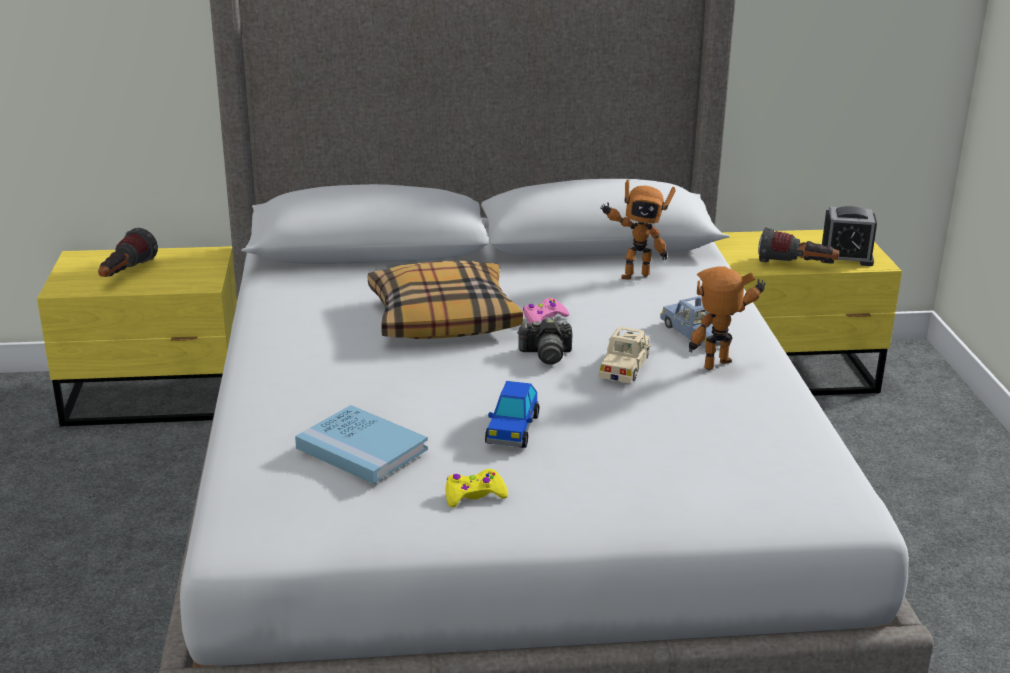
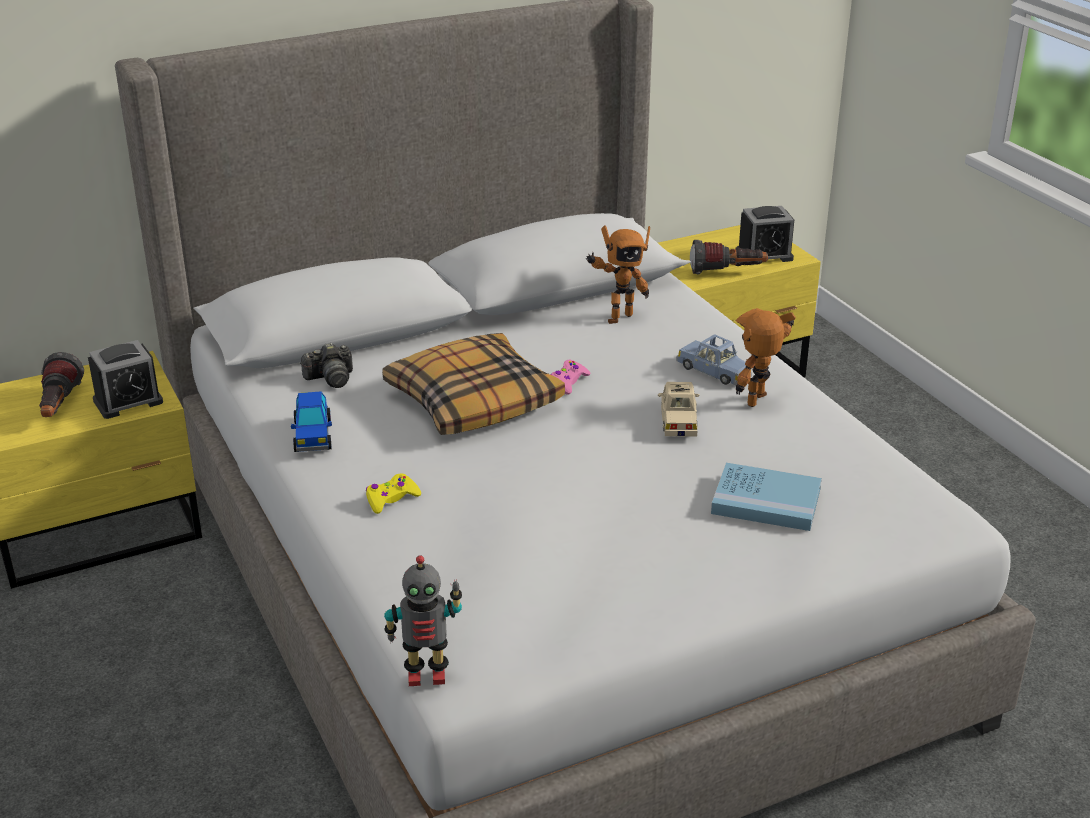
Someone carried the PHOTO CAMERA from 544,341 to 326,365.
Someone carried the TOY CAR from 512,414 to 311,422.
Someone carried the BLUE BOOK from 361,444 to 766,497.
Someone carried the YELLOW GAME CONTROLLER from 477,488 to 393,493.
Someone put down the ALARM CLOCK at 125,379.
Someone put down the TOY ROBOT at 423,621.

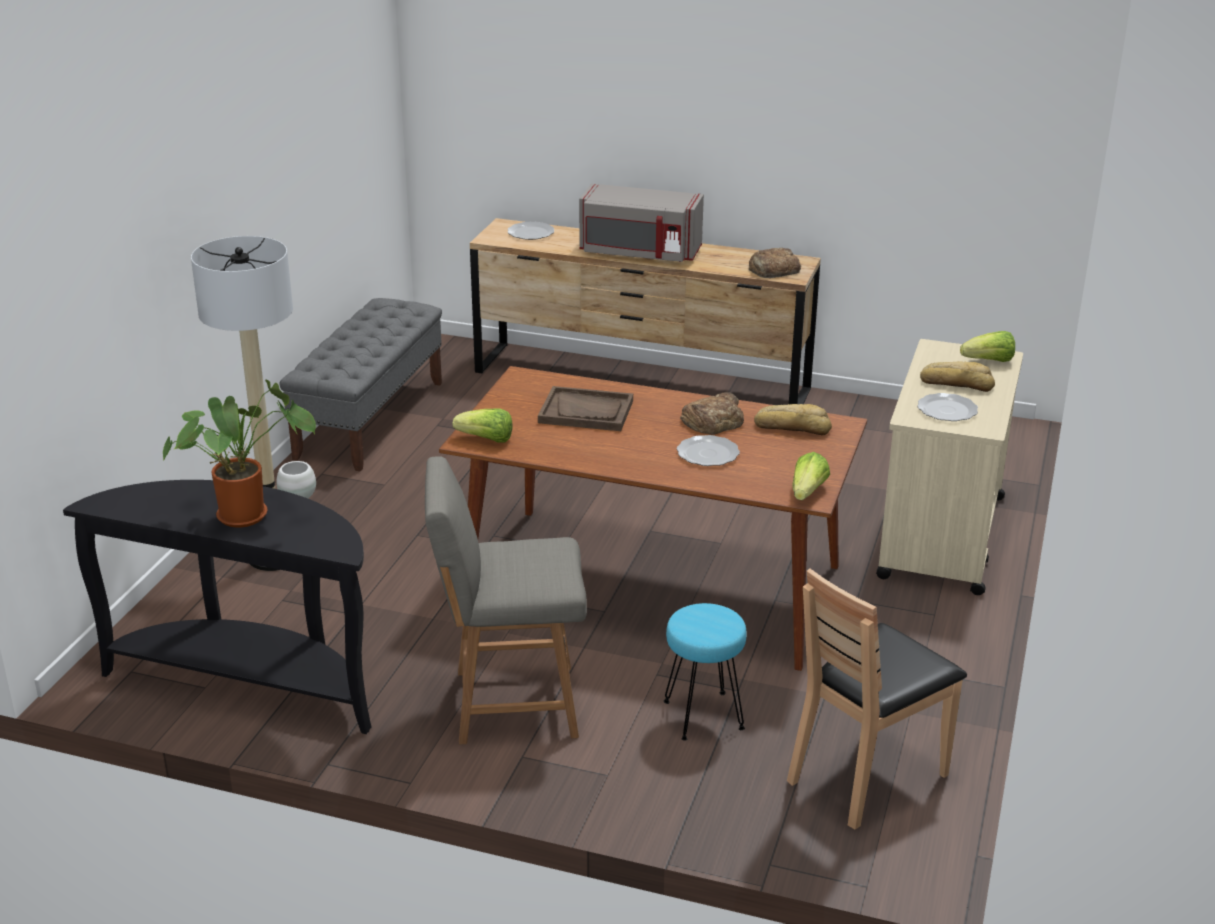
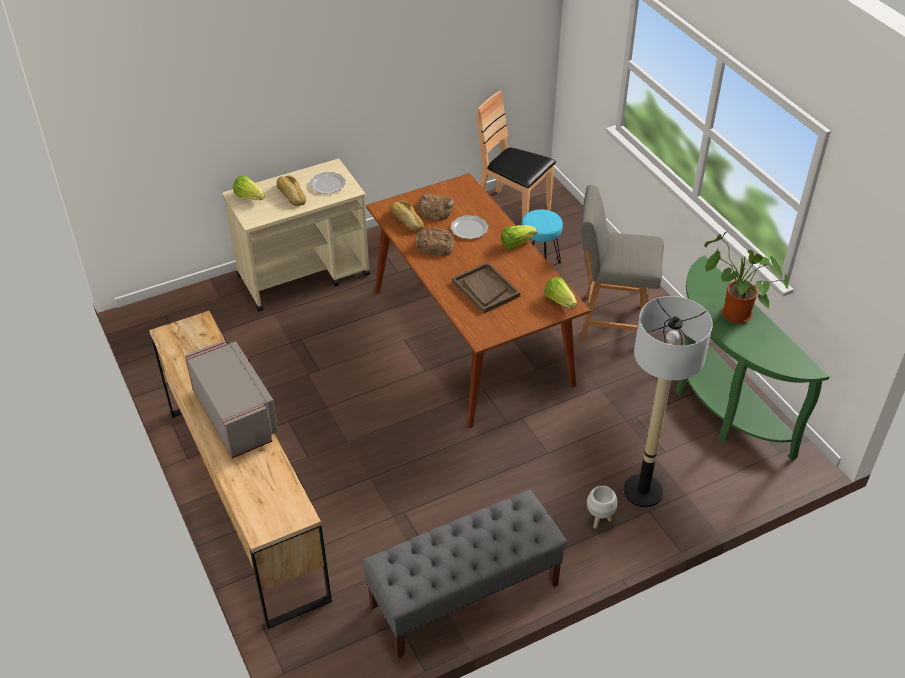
Someone took away the PLATE at 531,231.
Someone carried the BREAD from 775,263 to 435,207.
Someone carried the LETTUCE from 811,476 to 519,237.
Someone rotated the GREY CHAIR at 506,600 by 150 degrees clockwise.
Someone repainted the BLACK CONSOLE TABLE at 217,607, which became the GREEN CONSOLE TABLE at 753,357.
Someone rotated the BROWN CHAIR at 877,699 by 150 degrees counterclockwise.

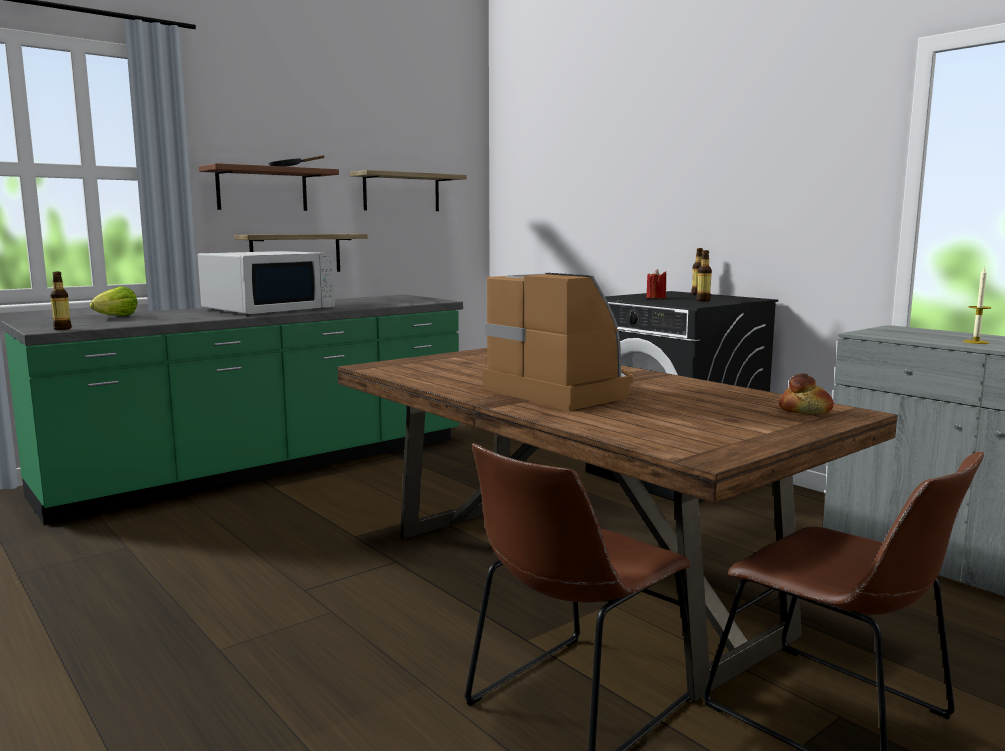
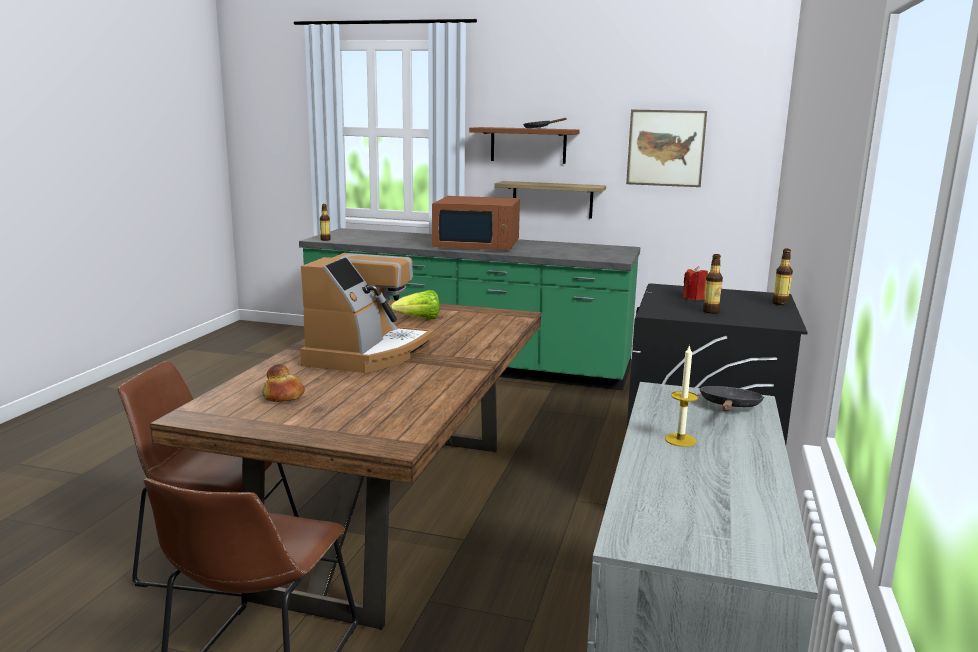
Someone swapped the SHELF at 408,190 for the PICTURE at 666,148.
Someone repainted the WHITE MICROWAVE at 266,283, which became the BROWN MICROWAVE at 476,223.
Someone carried the LETTUCE from 114,301 to 414,304.
Someone carried the BREAD from 806,393 to 283,383.
Someone put down the BLACK FRYING PAN at 731,398.

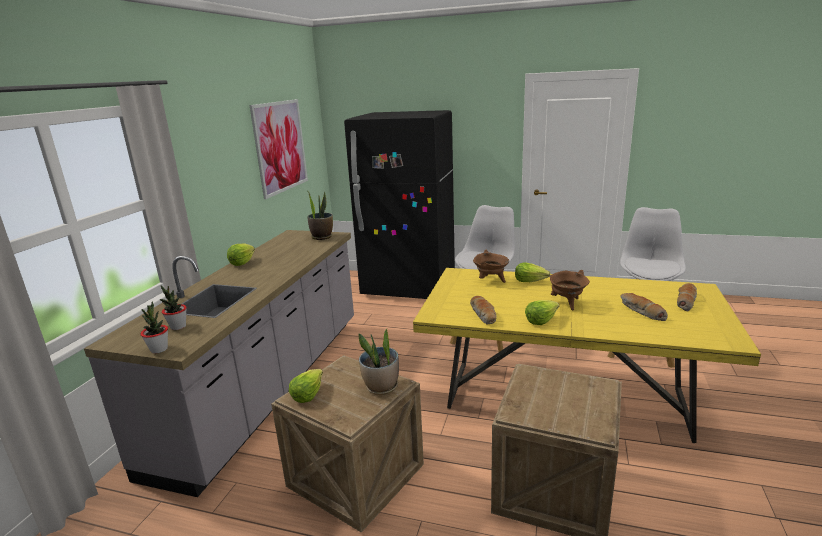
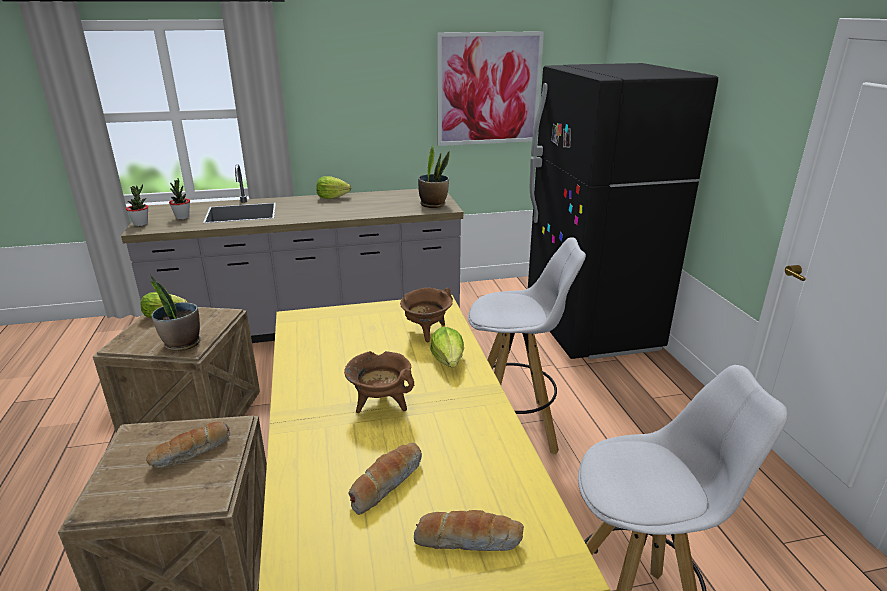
Someone carried the BREAD from 483,310 to 188,444.
Someone took away the LETTUCE at 542,312.

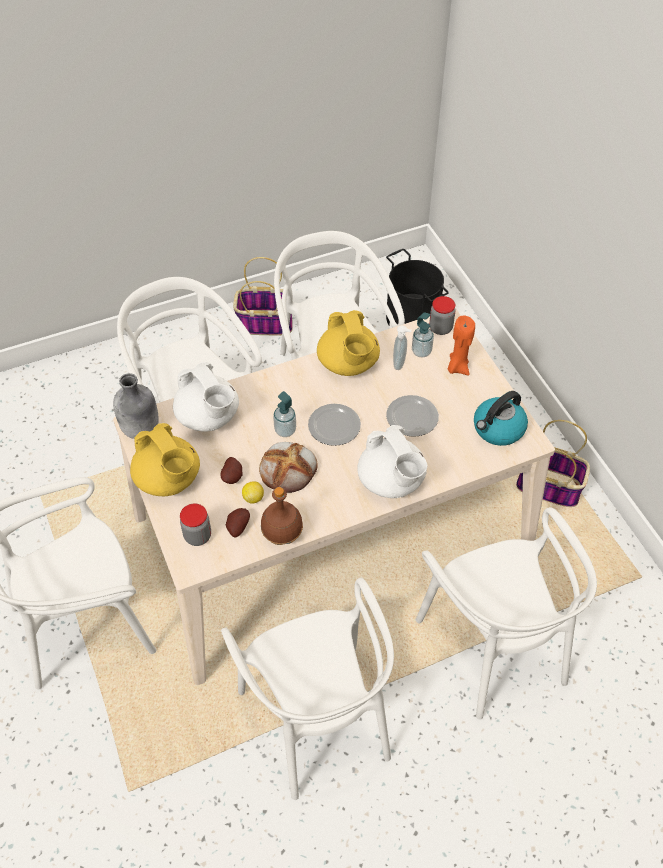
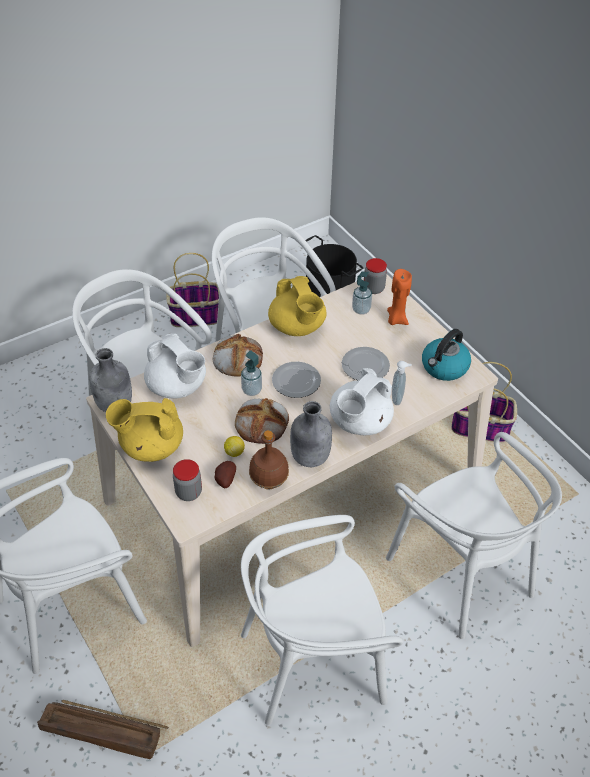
Someone carried the SOAP DISPENSER from 402,347 to 402,383.
Someone rotated the YELLOW TEAPOT at 165,459 by 135 degrees clockwise.
Someone rotated the WHITE TEAPOT at 392,461 by 75 degrees clockwise.
Someone took away the POTATO at 231,470.
Someone rotated the WHITE CHAIR at 307,689 by 105 degrees clockwise.
Someone put down the BREAD at 238,355.
Someone put down the GREY BOTTLE at 311,434.
Someone put down the CRATE at 103,729.

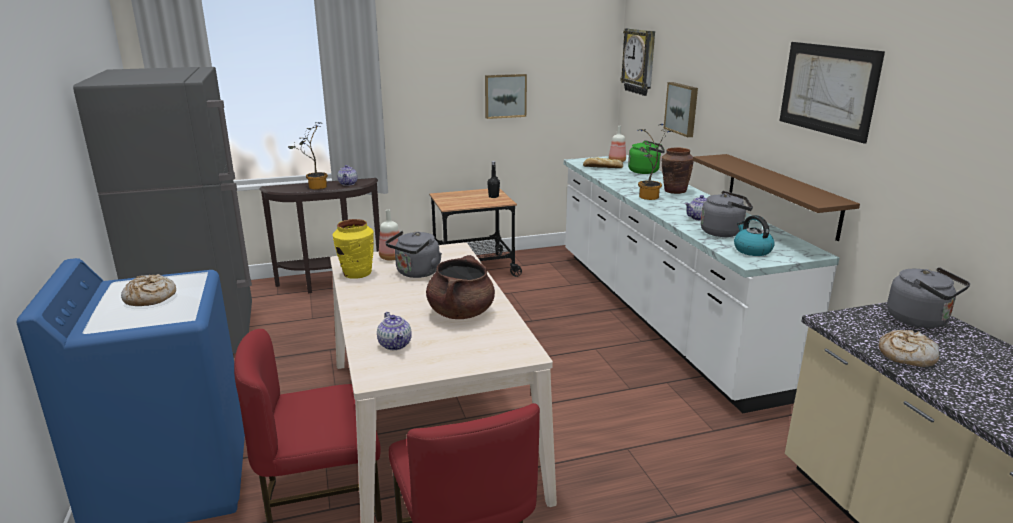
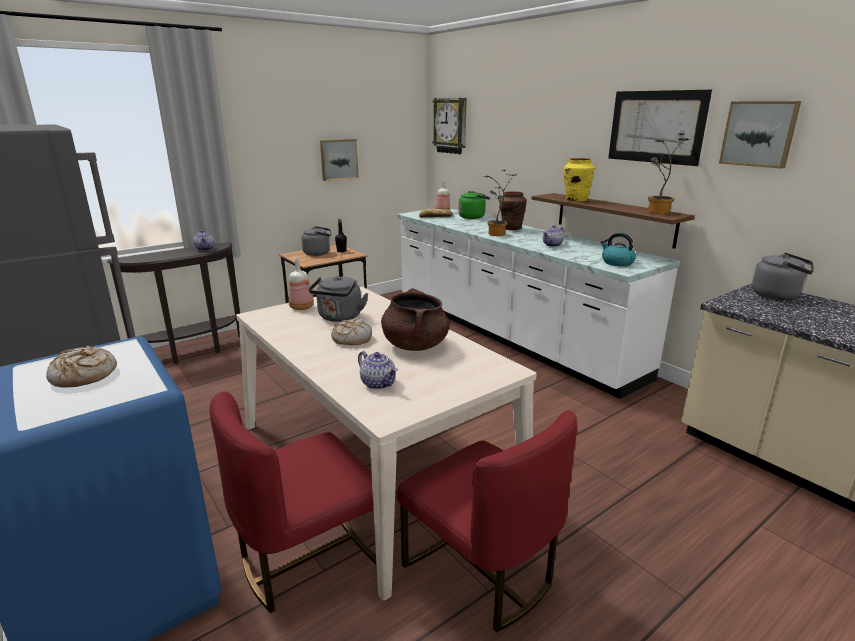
Someone carried the PICTURE from 681,109 to 760,135.
Someone carried the POTTED PLANT from 308,156 to 668,173.
Someone carried the GREY KETTLE from 727,214 to 316,241.
Someone carried the YELLOW VASE from 353,249 to 579,180.
Someone carried the BREAD from 909,348 to 351,332.

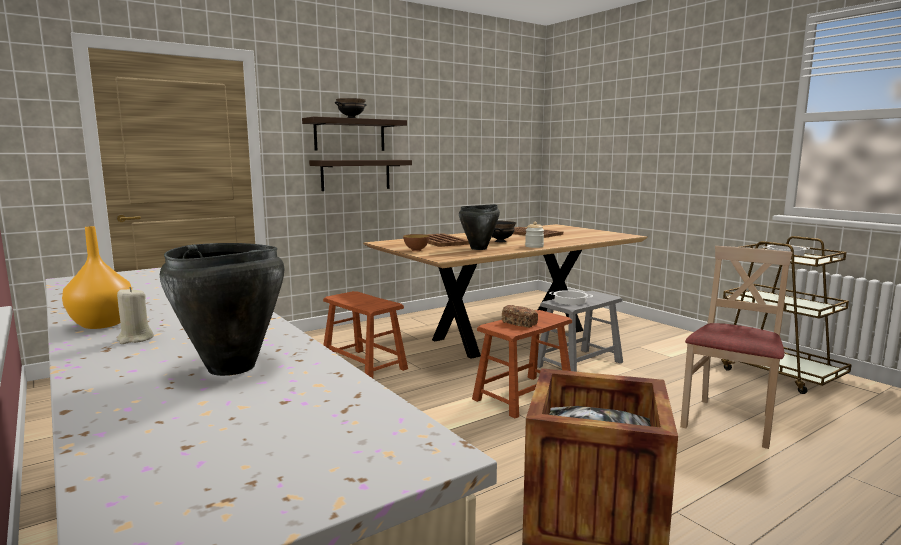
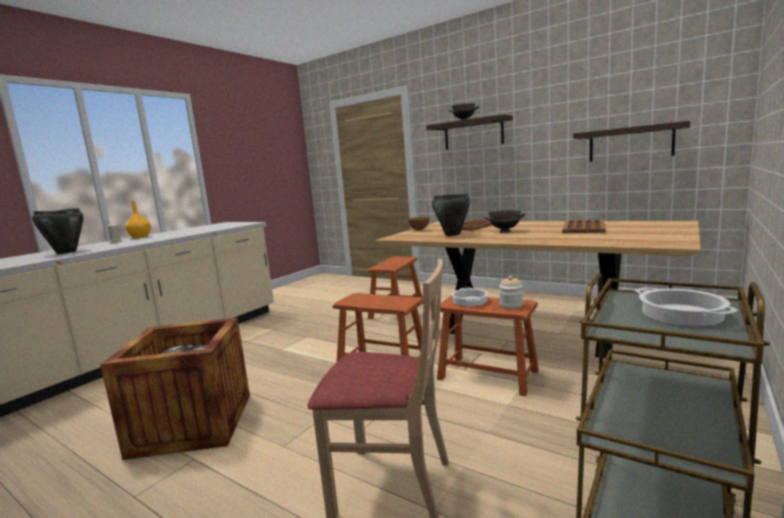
Someone carried the SHELF from 360,175 to 631,141.
Someone carried the JAR from 534,235 to 511,292.
Someone repainted the GREY STOOL at 580,331, which became the BROWN STOOL at 488,346.
Someone took away the BREAD at 520,316.

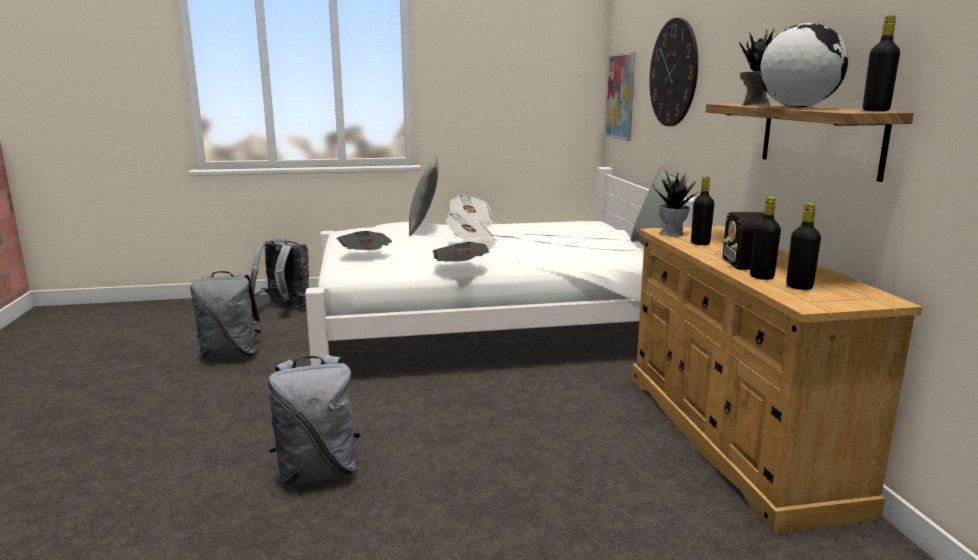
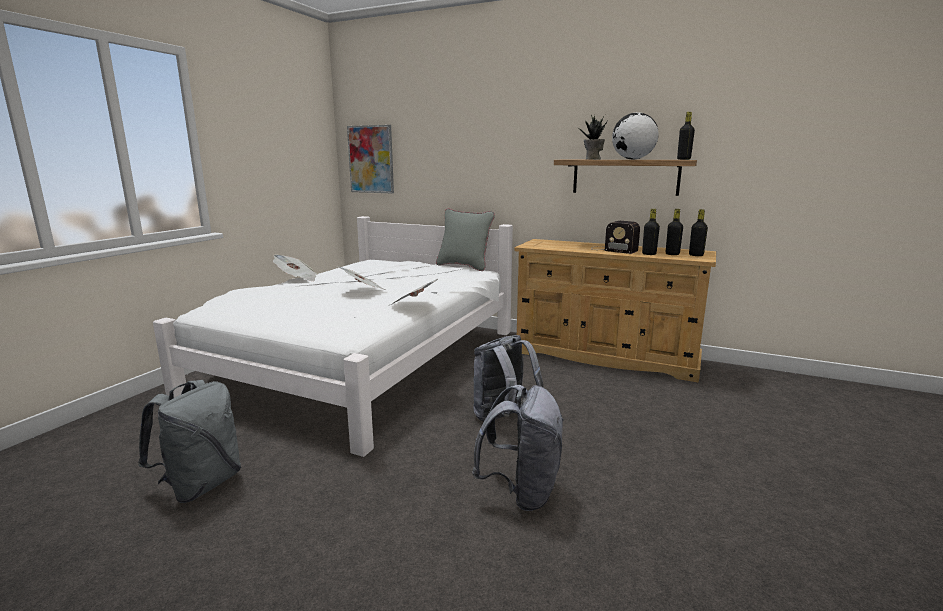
Someone took away the WALL CLOCK at 674,72.
Someone took away the GREY PILLOW at 423,196.
Someone took away the POTTED PLANT at 675,204.
Someone carried the BLACK BOTTLE from 702,211 to 698,232.
Someone took away the NEWSPAPER at 364,240.
Someone carried the GREY BACKPACK from 279,274 to 508,378.

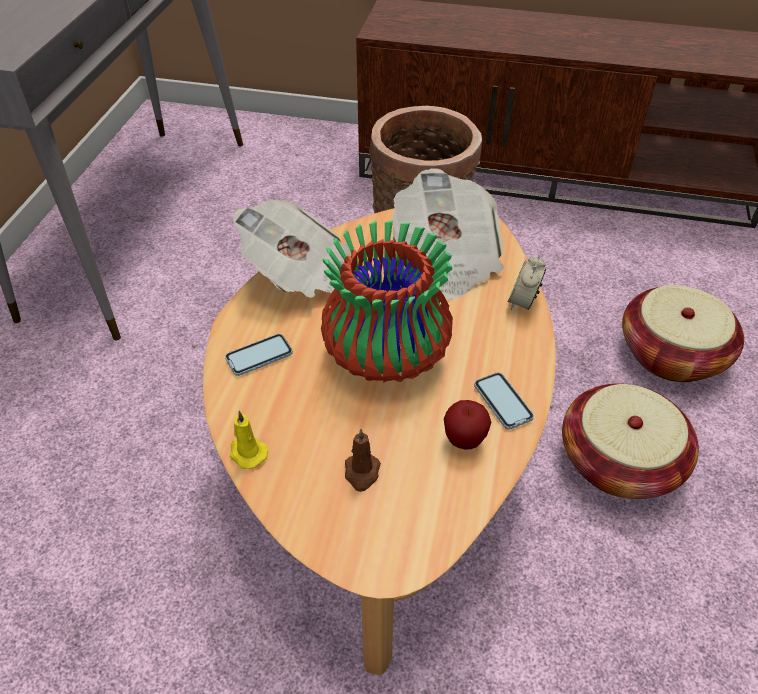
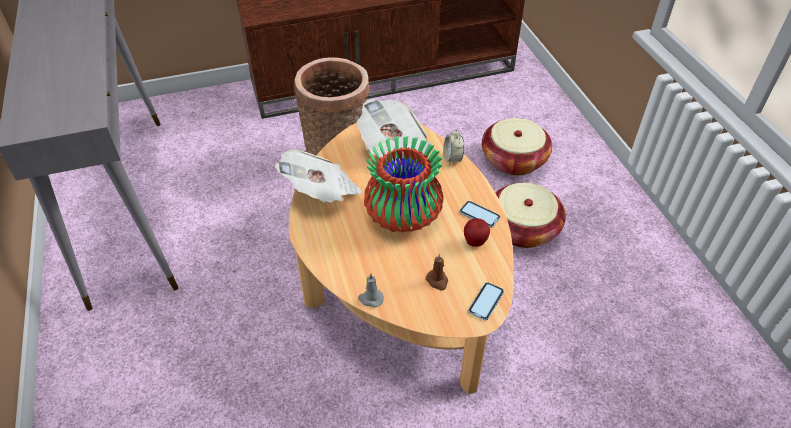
Someone carried the PHONE from 259,355 to 486,301.
Someone repainted the YELLOW CANDLE at 249,440, which became the GREY CANDLE at 371,290.

